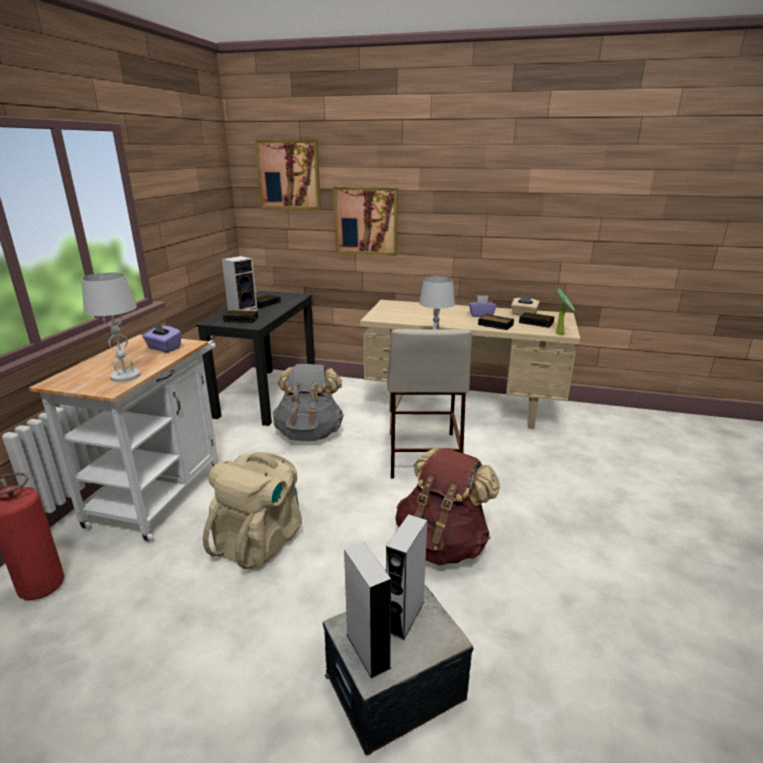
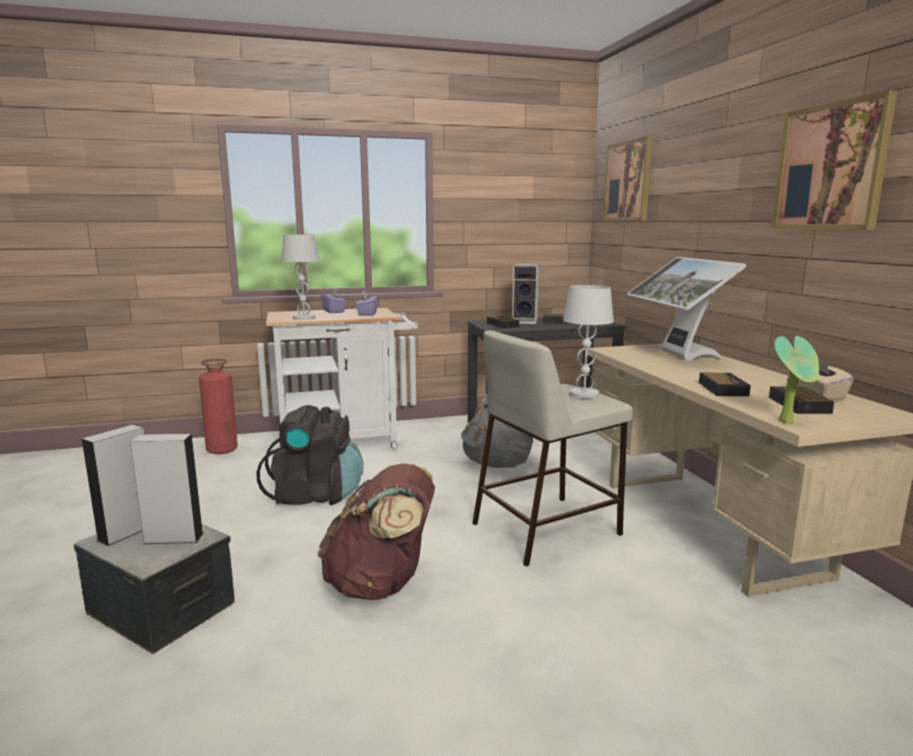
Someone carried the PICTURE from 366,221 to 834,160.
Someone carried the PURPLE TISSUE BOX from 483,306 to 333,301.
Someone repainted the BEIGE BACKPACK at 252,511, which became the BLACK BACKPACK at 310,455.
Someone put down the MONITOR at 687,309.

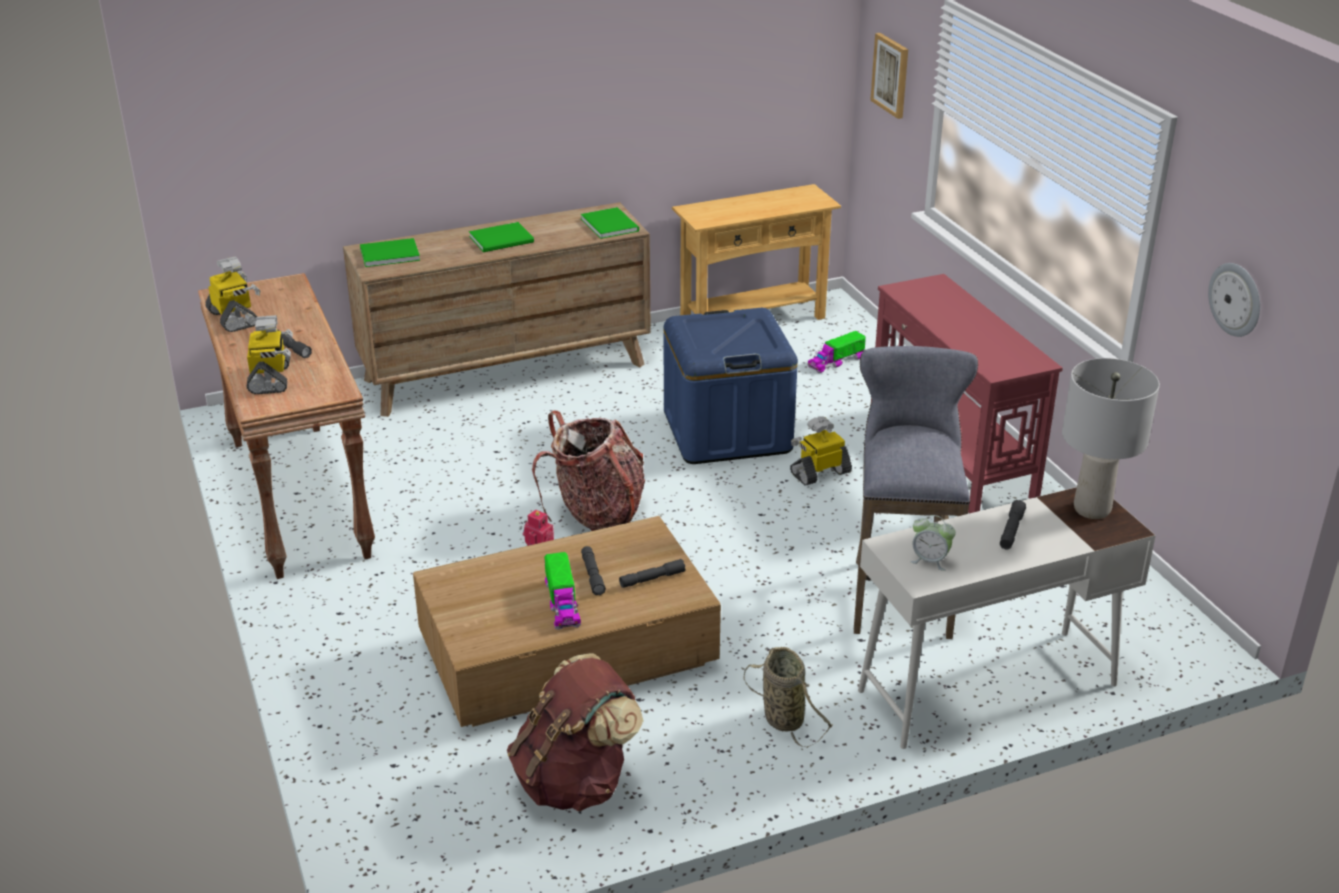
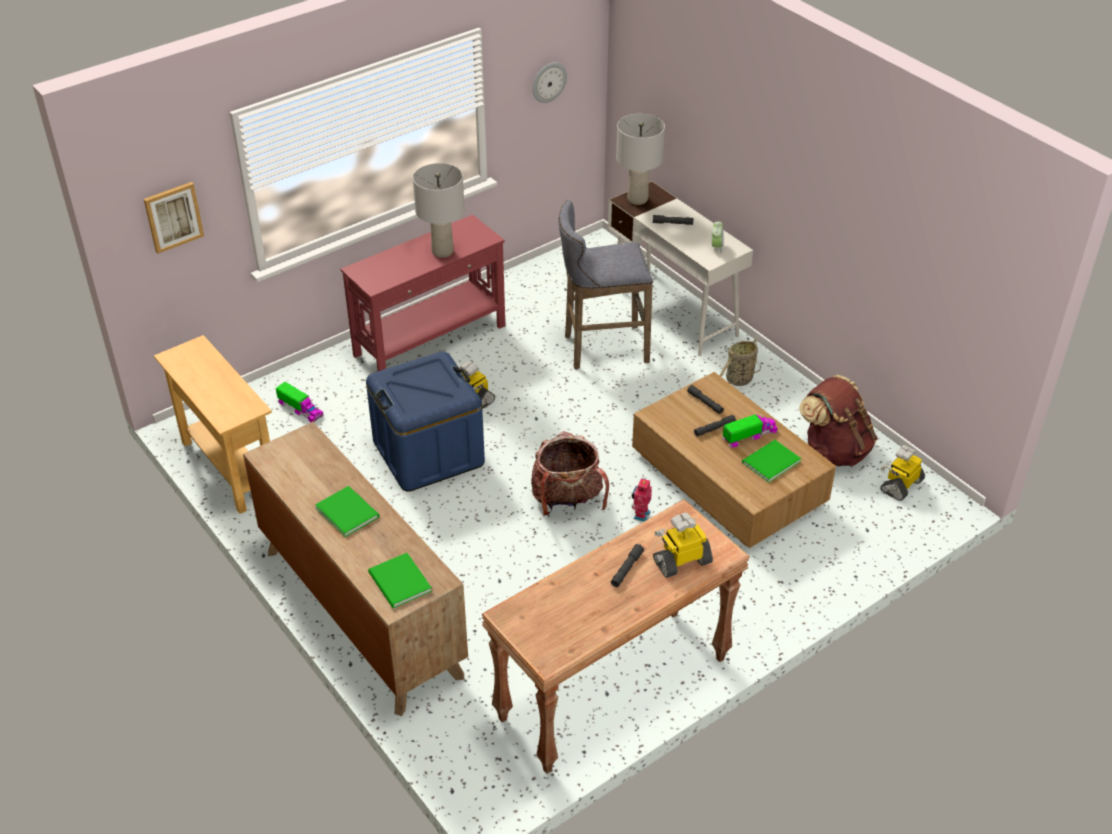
Someone carried the GREEN BOOK from 609,223 to 771,461.
Someone carried the TOY ROBOT from 232,294 to 902,473.
Someone put down the GREY TABLE LAMP at 439,210.

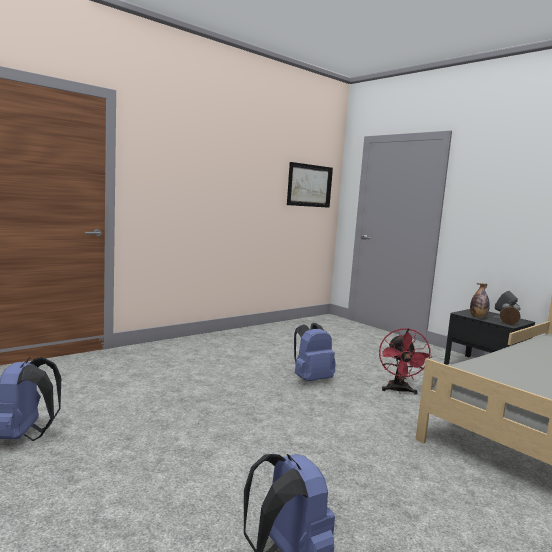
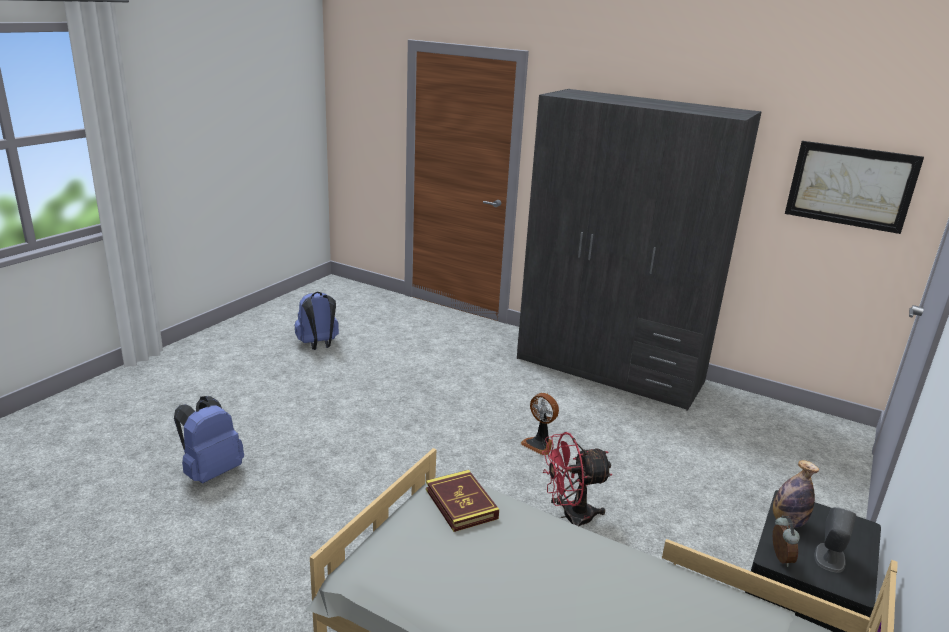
Someone swapped the BLUE BACKPACK at 315,352 for the FAN at 540,424.
Someone put down the GREY WARDROBE at 639,250.
Someone put down the BOOK at 462,501.

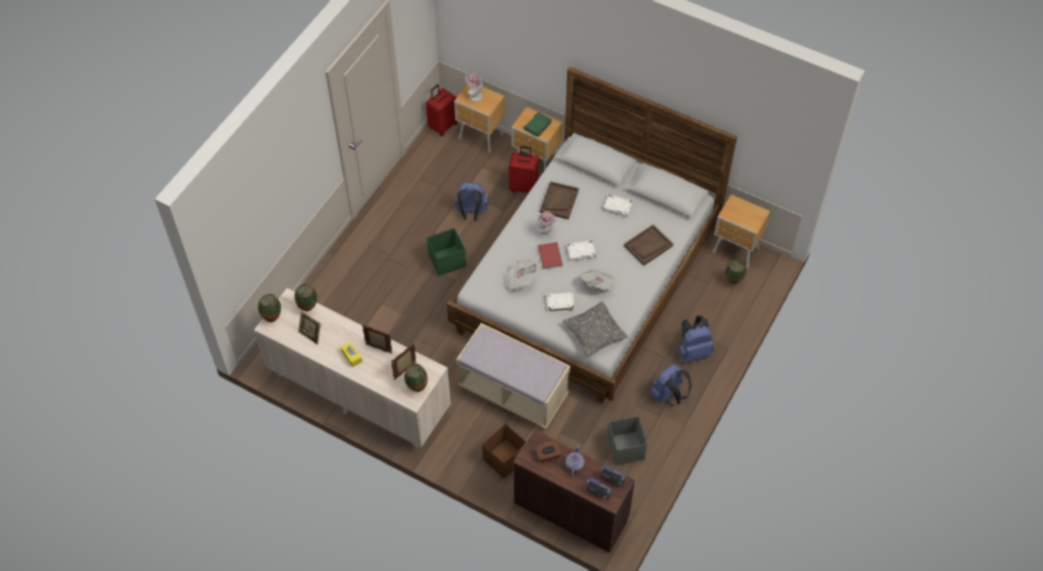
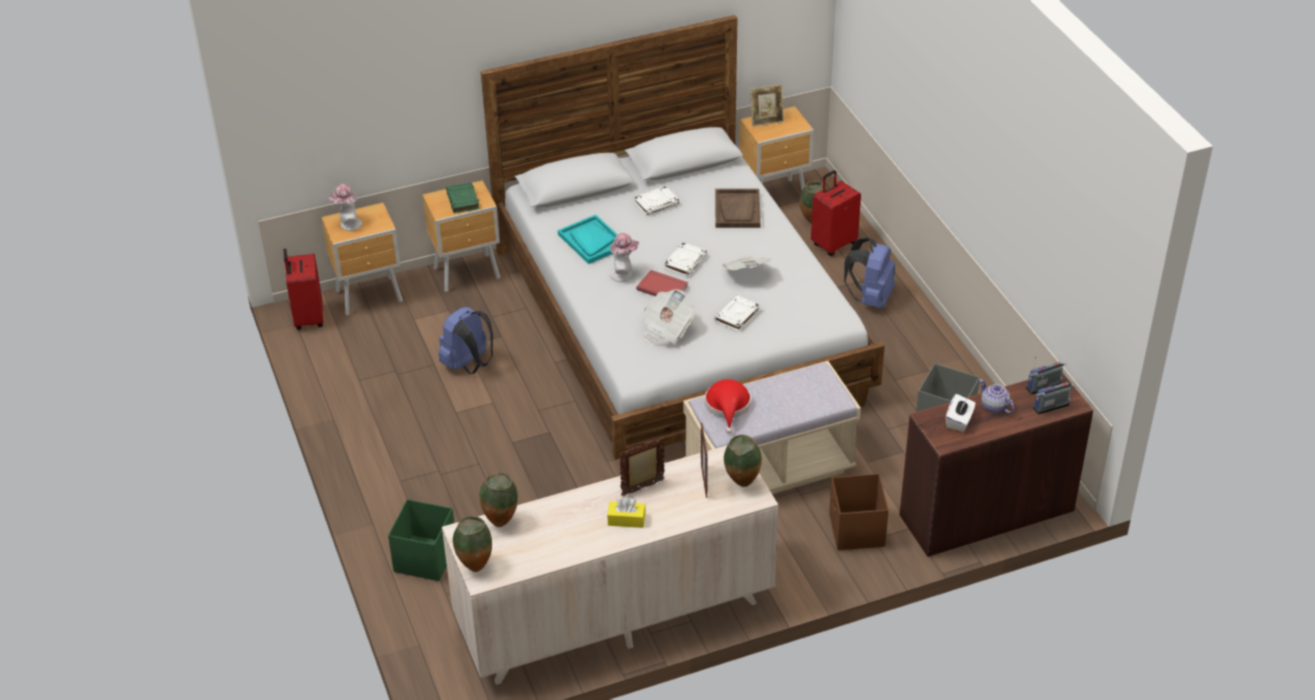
Someone carried the RED SUITCASE from 524,169 to 836,213.
Someone repainted the BROWN TRAY at 559,200, which became the TURQUOISE TRAY at 587,239.
Someone carried the GREEN STORAGE BOX from 446,252 to 421,540.
Someone took away the PILLOW at 595,329.
Someone carried the PICTURE FRAME from 309,327 to 767,105.
Someone took away the BLUE BACKPACK at 670,385.
Someone repainted the BROWN TISSUE BOX at 548,451, which became the WHITE TISSUE BOX at 961,413.
Someone put down the RED HAT at 728,406.

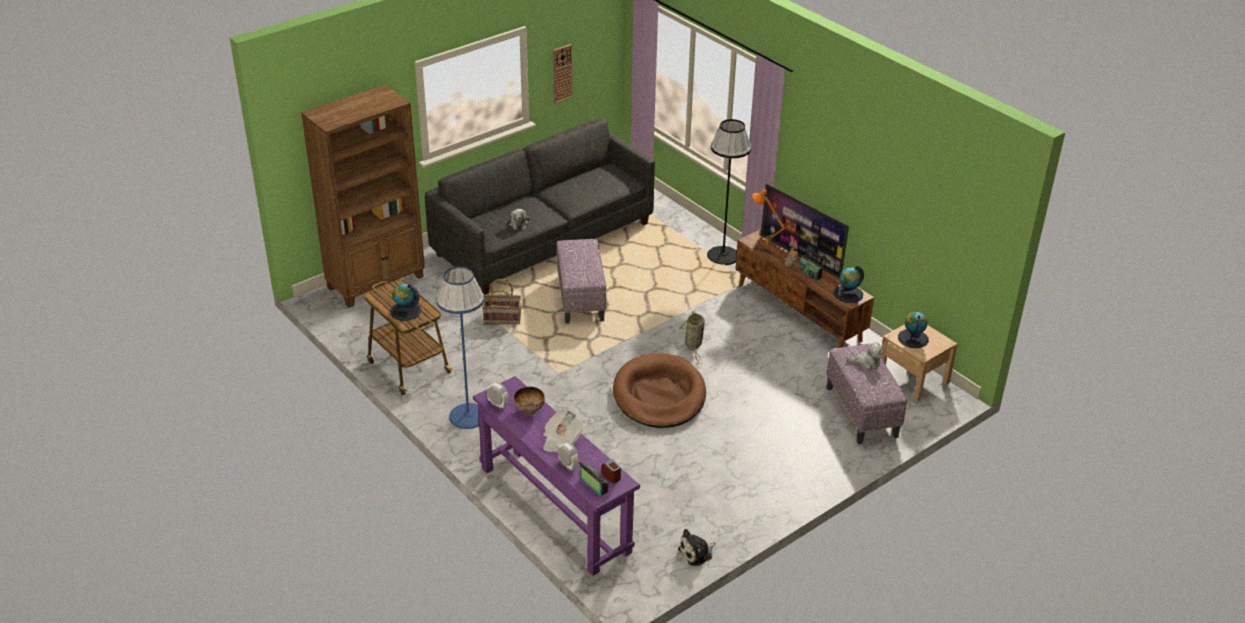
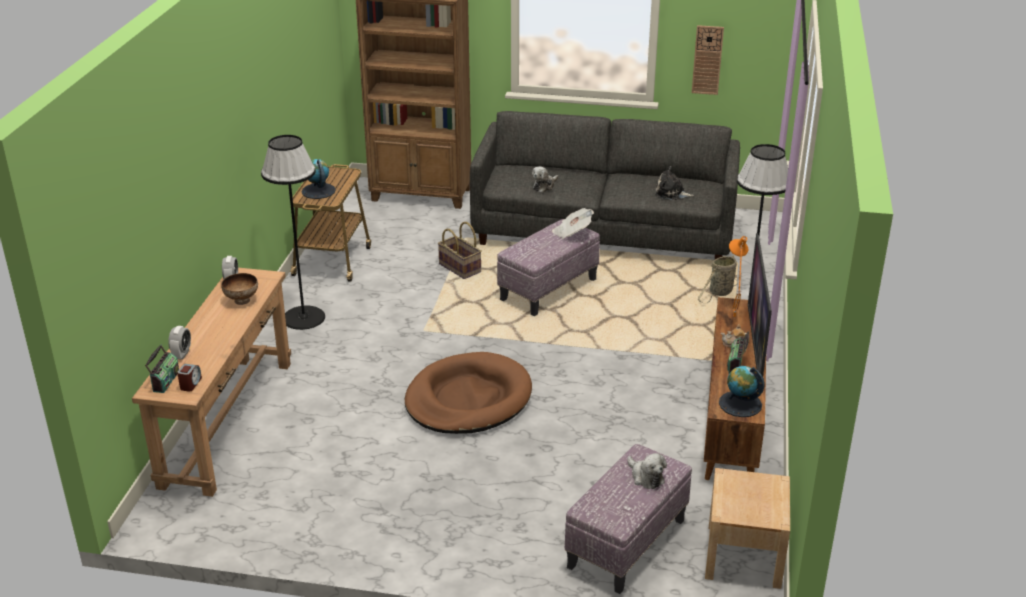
Someone repainted the BLUE FLOOR LAMP at 460,347, which became the BLACK FLOOR LAMP at 293,232.
Someone carried the BASKET from 692,336 to 718,279.
Someone took away the GLOBE at 913,330.
Someone repainted the PURPLE CONSOLE TABLE at 556,476, which became the BROWN CONSOLE TABLE at 211,382.
Someone carried the NEWSPAPER from 563,431 to 573,223.
Someone carried the PLUSH TOY from 697,547 to 674,183.

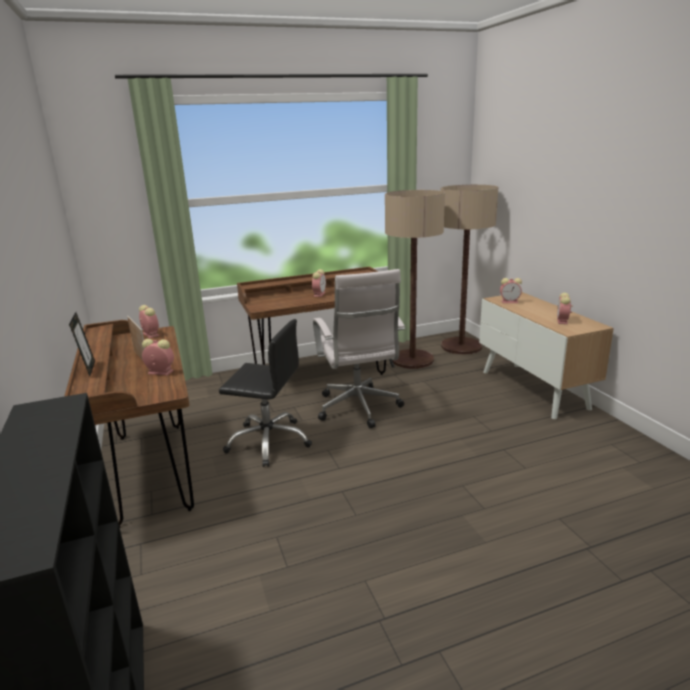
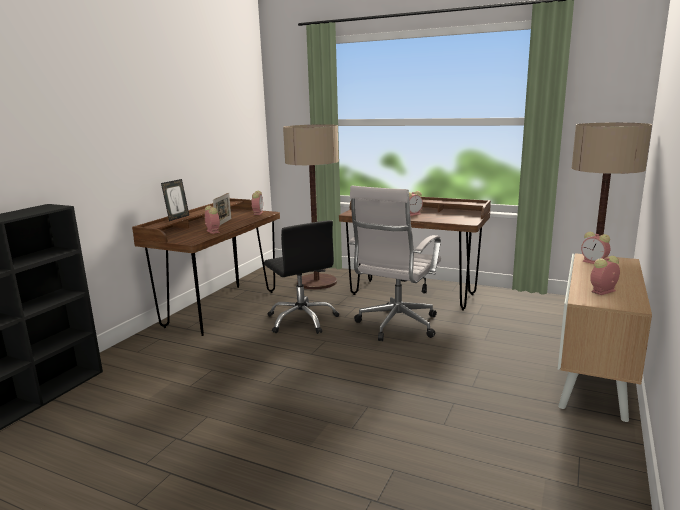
Someone carried the FLOOR LAMP from 415,279 to 311,207.

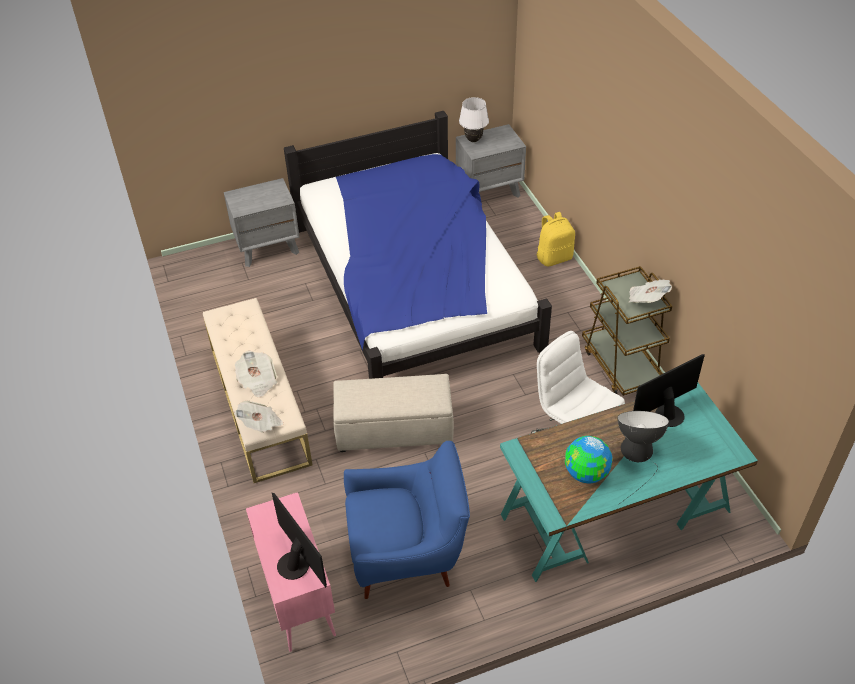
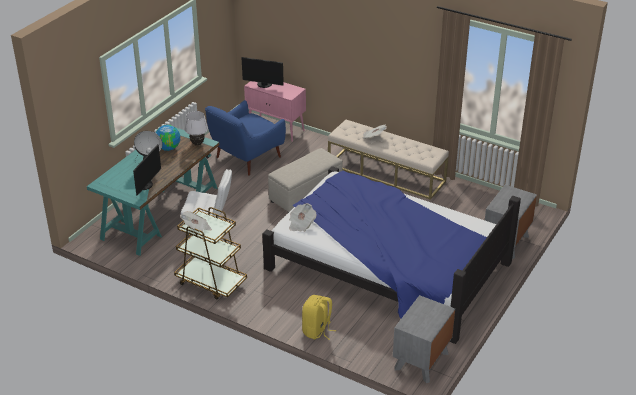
Someone carried the WHITE TABLE LAMP from 474,119 to 196,128.
Someone carried the NEWSPAPER from 259,416 to 302,217.

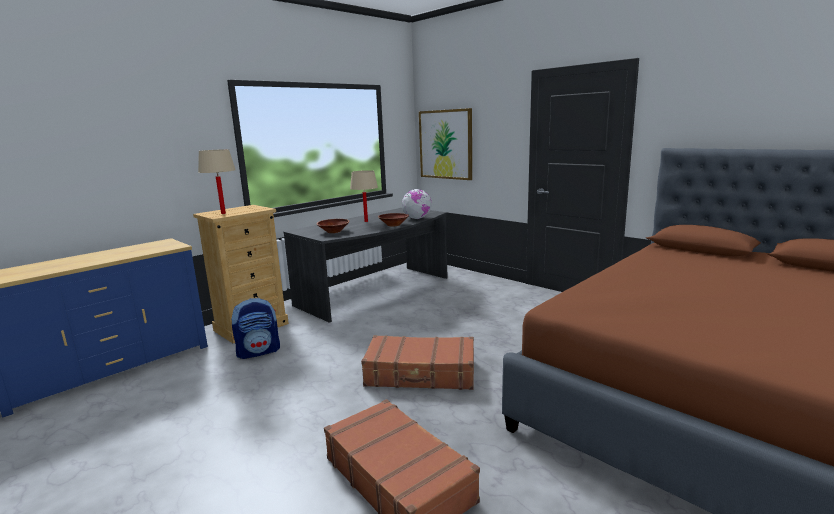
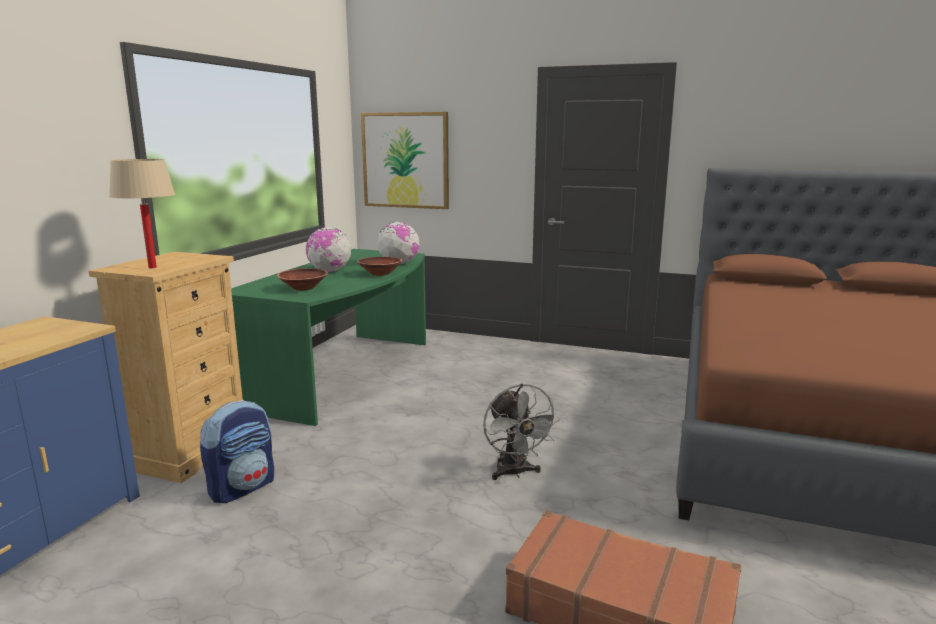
Someone swapped the BEIGE TABLE LAMP at 364,196 for the GLOBE at 328,249.
Someone repainted the GREY DESK at 365,265, which became the GREEN DESK at 328,337.
Someone swapped the BROWN SUITCASE at 417,362 for the GREY FAN at 521,432.

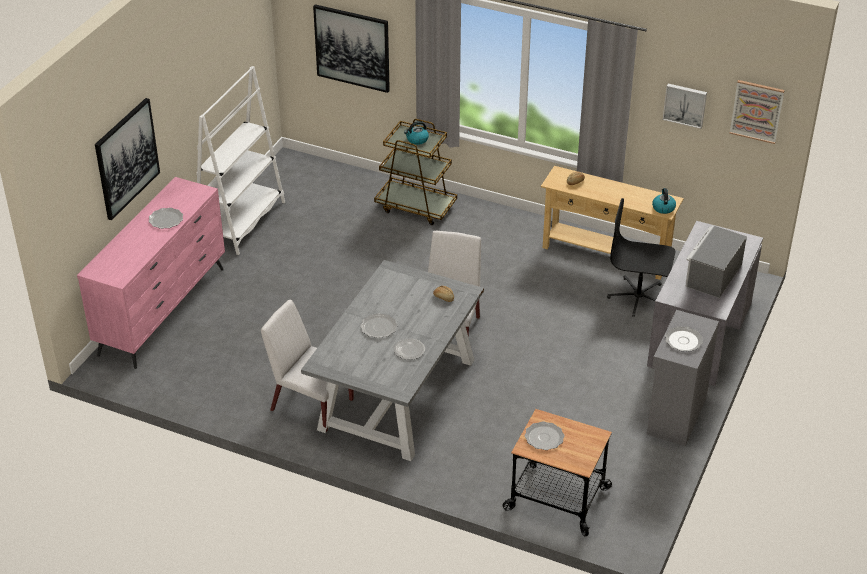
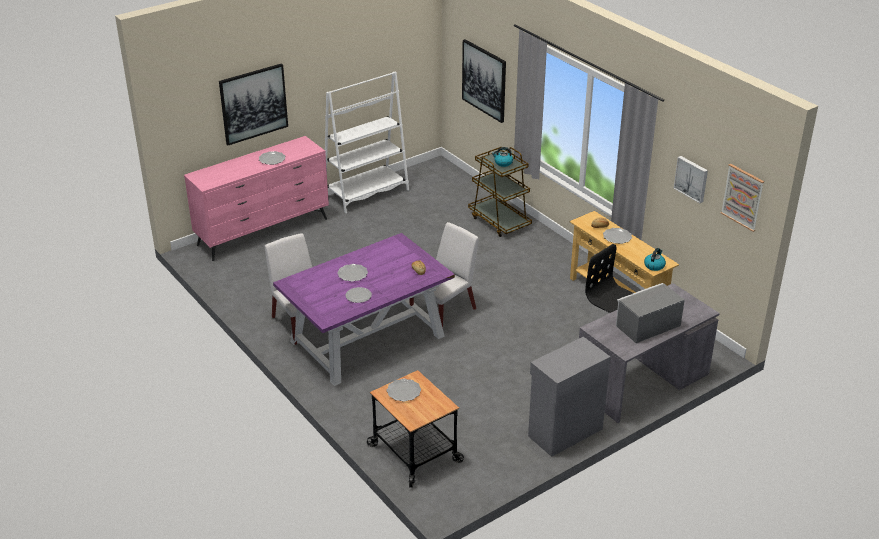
Someone repainted the GREY DINING TABLE at 392,360, which became the PURPLE DINING TABLE at 364,309.
Someone carried the PLATE from 684,339 to 617,236.

